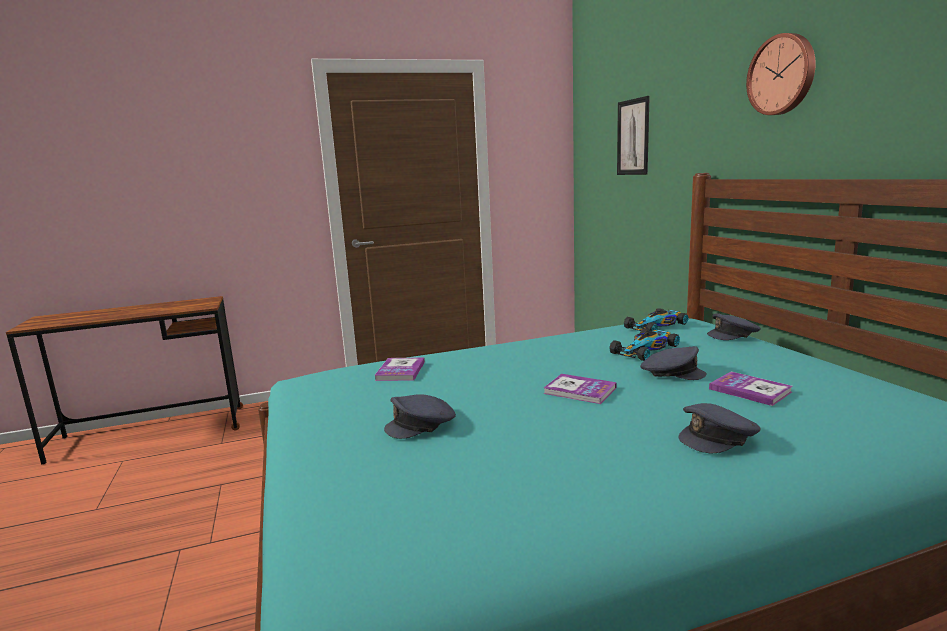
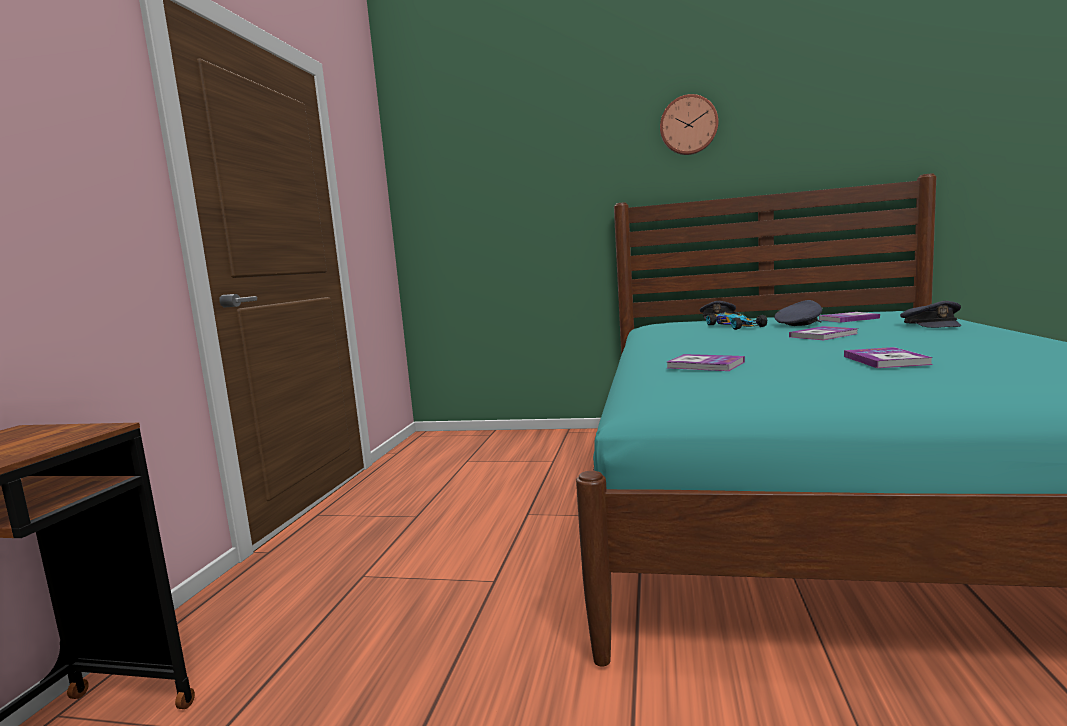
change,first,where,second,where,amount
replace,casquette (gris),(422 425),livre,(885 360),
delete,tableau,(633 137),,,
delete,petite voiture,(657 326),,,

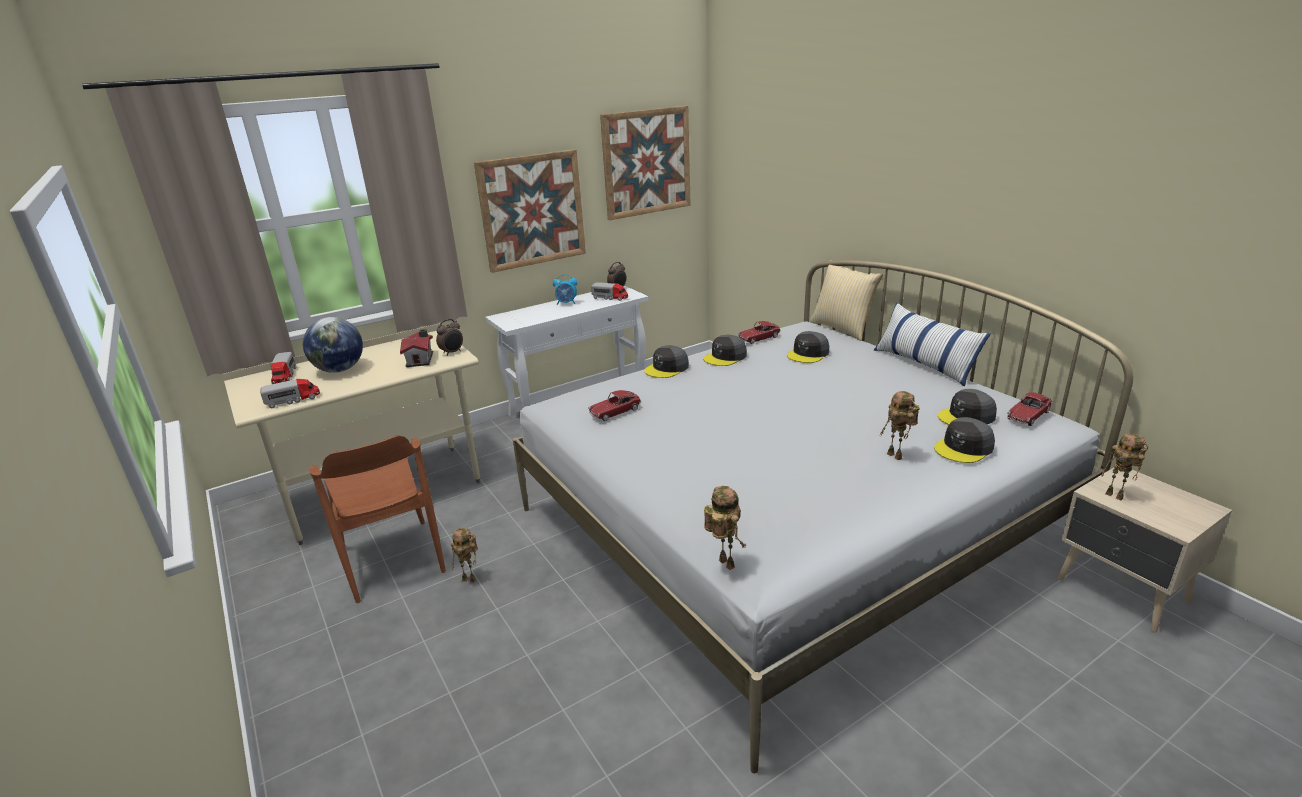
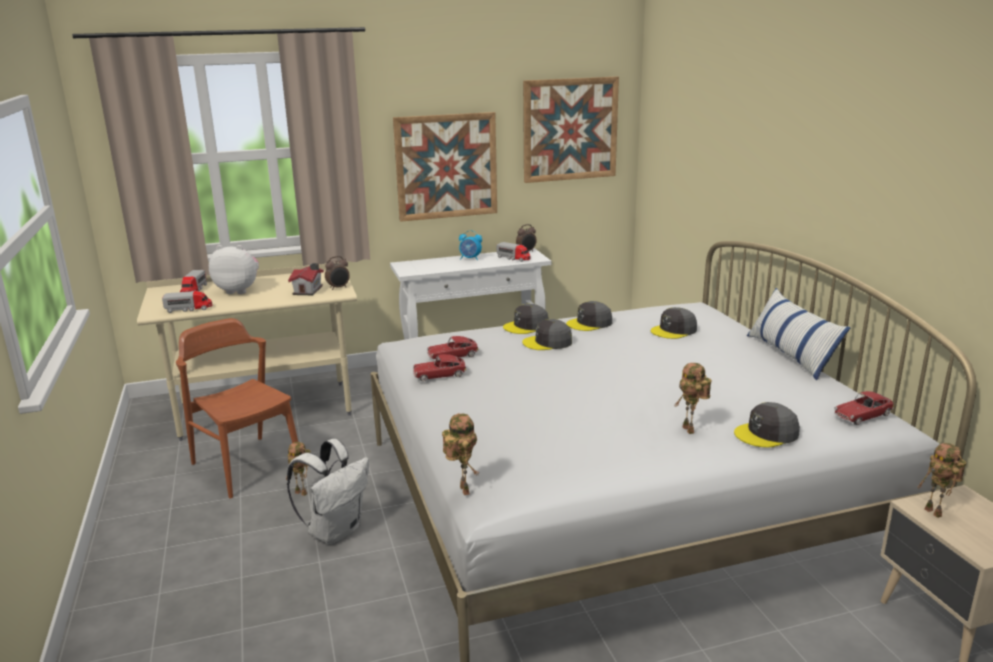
change,first,where,second,where,amount
rotate,chaise (marron),(392 560),,(246 465),150 degrees clockwise
replace,globe,(339 370),peluche,(238 290),
insert,,,sac à dos (blanc),(335 530),
move,petite voiture,(759 338),,(439 375),
move,casquette (gris),(967 417),,(548 342),
delete,coussin,(843 328),,,

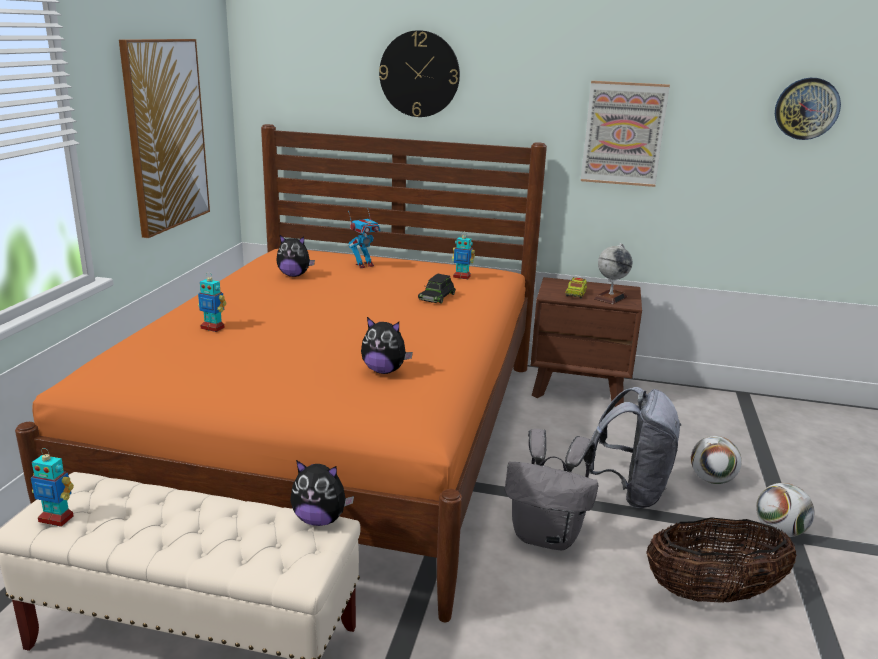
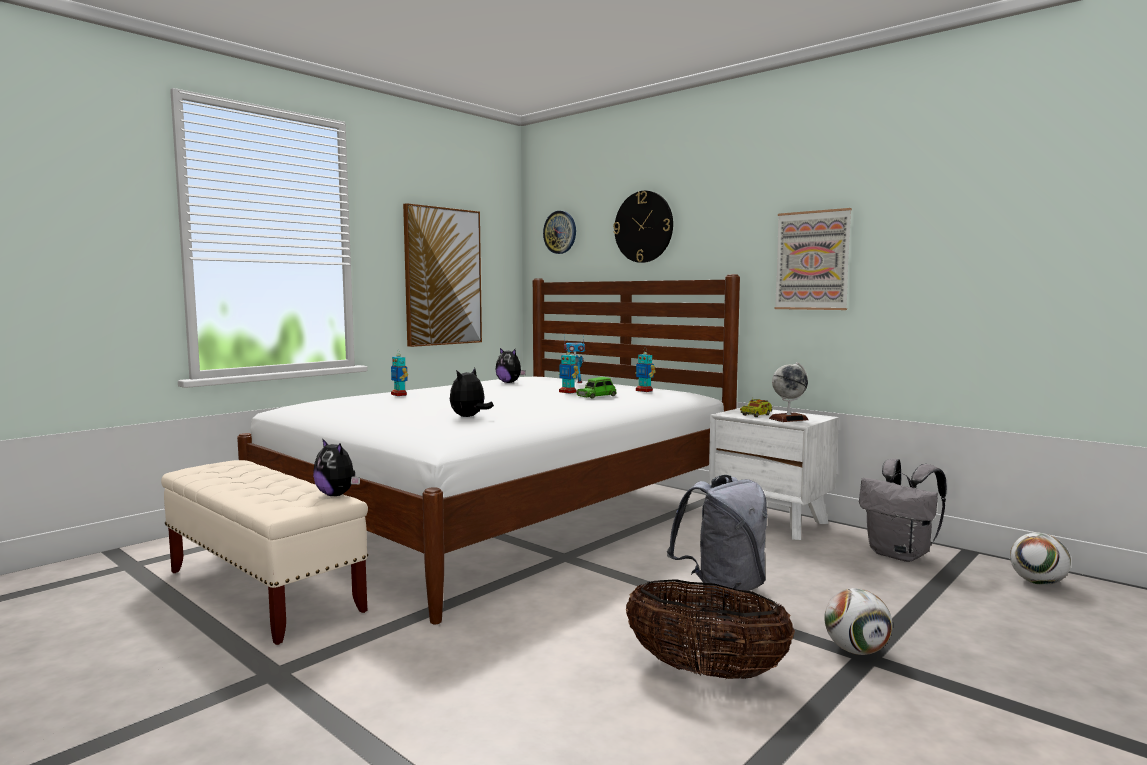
change,first,where,second,where,amount
recolor,lit (orange),(336 437),lit (blanc),(504 516),
rotate,peluche,(384 371),,(469 417),75 degrees clockwise
move,horloge murale,(806 108),,(560 232),
move,robot jouet,(56 518),,(568 392),
recolor,petite voiture (noir),(437 296),petite voiture (vert),(596 396),
recolor,table de chevet (marron),(579 388),table de chevet (blanc),(771 521),
move,sac à dos (gris),(547 536),,(900 555),
move,ballon de foot,(711 480),,(1037 583),

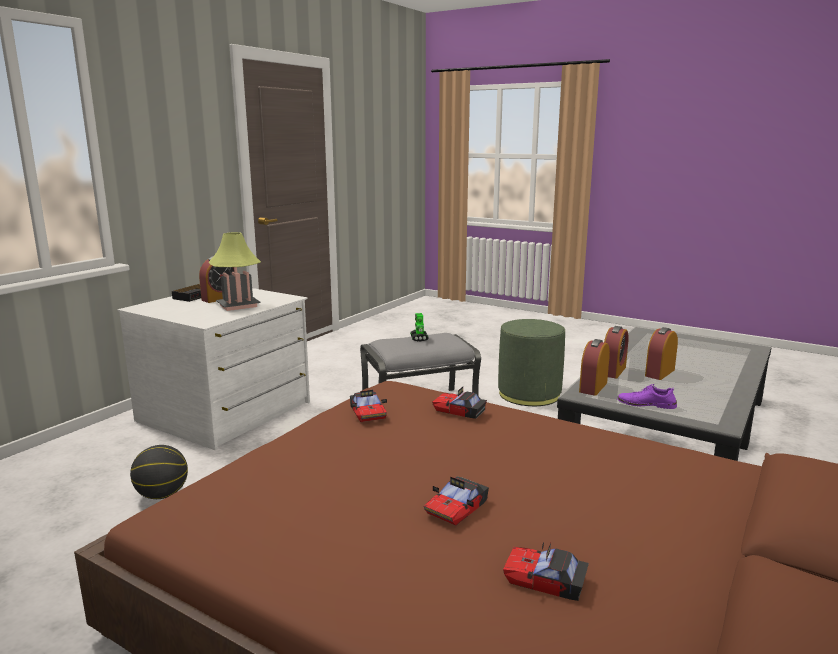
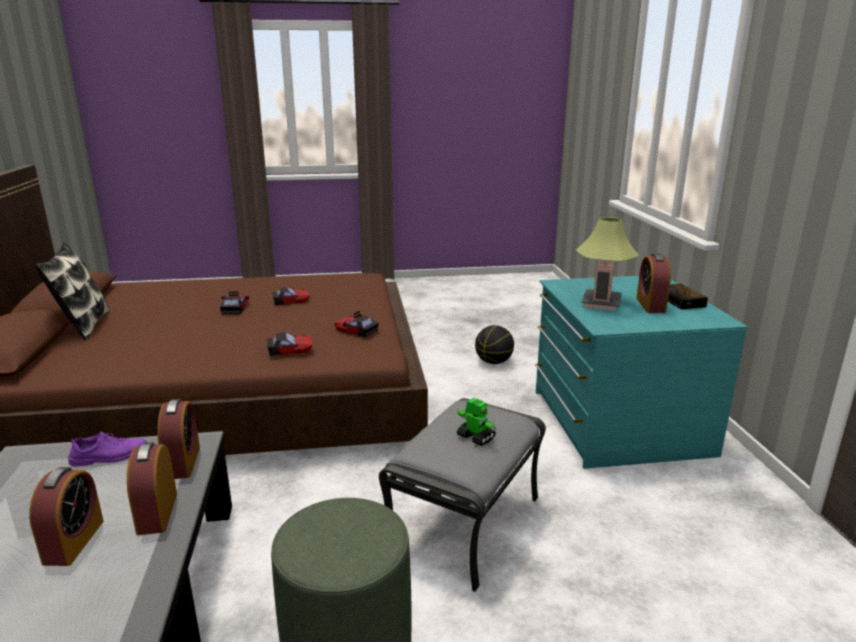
change,first,where,second,where,amount
insert,,,coussin,(83 326),
move,petite voiture,(545 579),,(291 300),
recolor,commode (blanc),(226 412),commode (turquoise),(616 422),

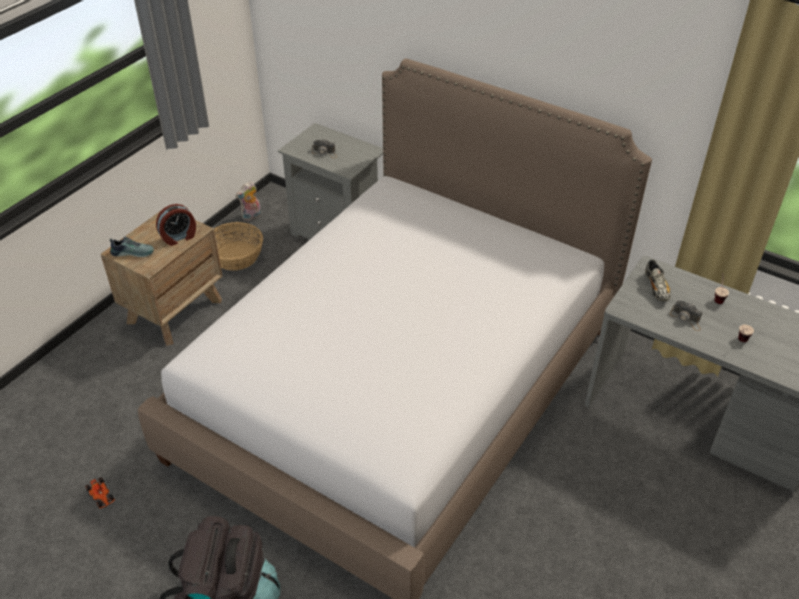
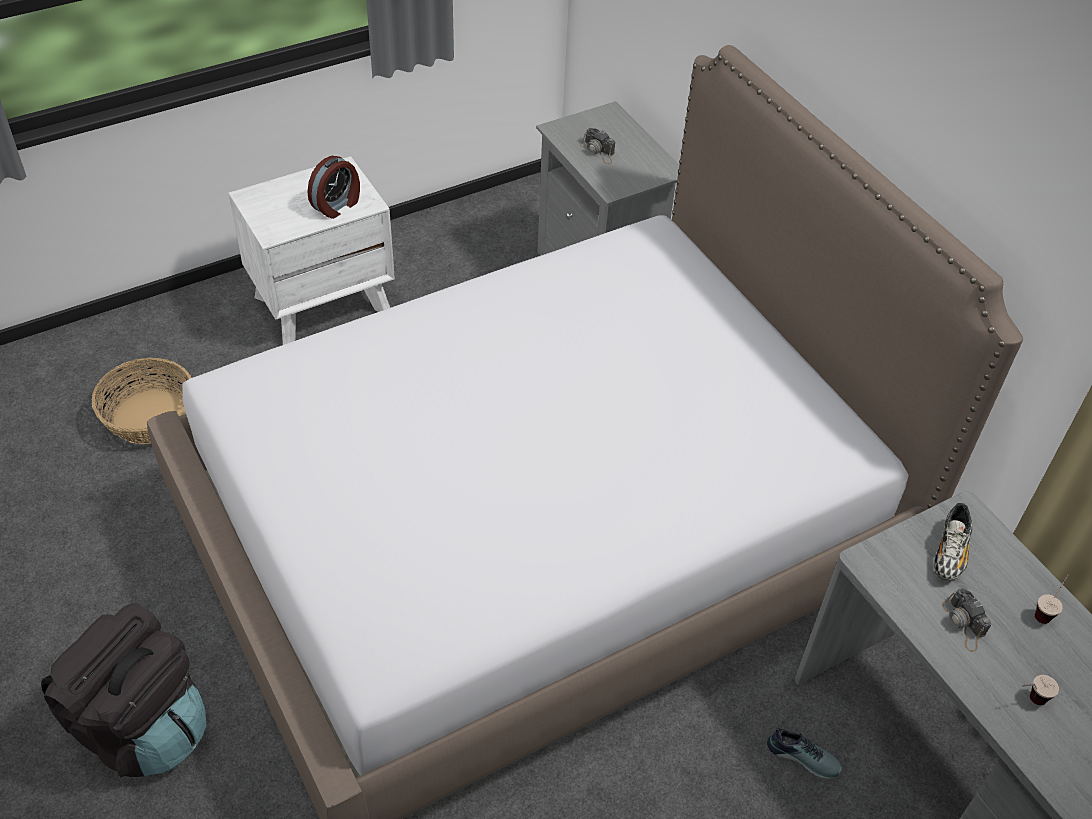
change,first,where,second,where,amount
move,panier,(236 256),,(151 416),
recolor,table de chevet (marron),(175 310),table de chevet (blanc),(323 303),
rotate,réveil,(179 237),,(337 205),45 degrees counterclockwise
move,chaussure,(133 252),,(804 756),
delete,petite voiture,(101 495),,,
delete,peluche,(251 217),,,

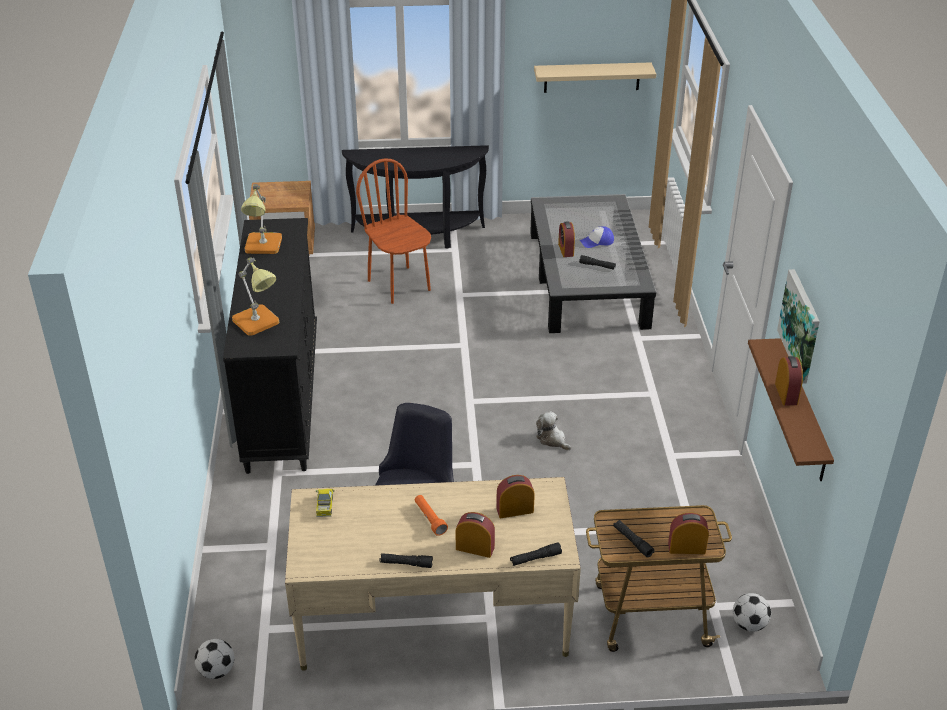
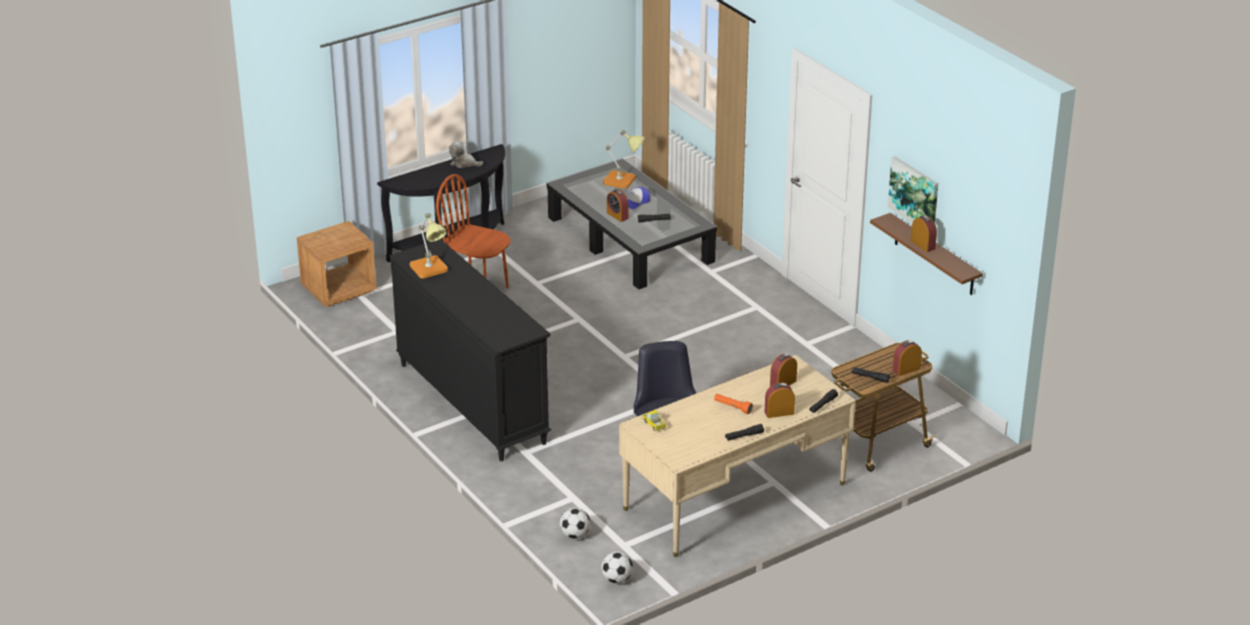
change,first,where,second,where,amount
move,peluche,(552 439),,(464 163),
move,ballon de foot,(749 624),,(575 535),
move,lampe de table,(259 324),,(623 181),
delete,étagère (beige),(592 77),,,

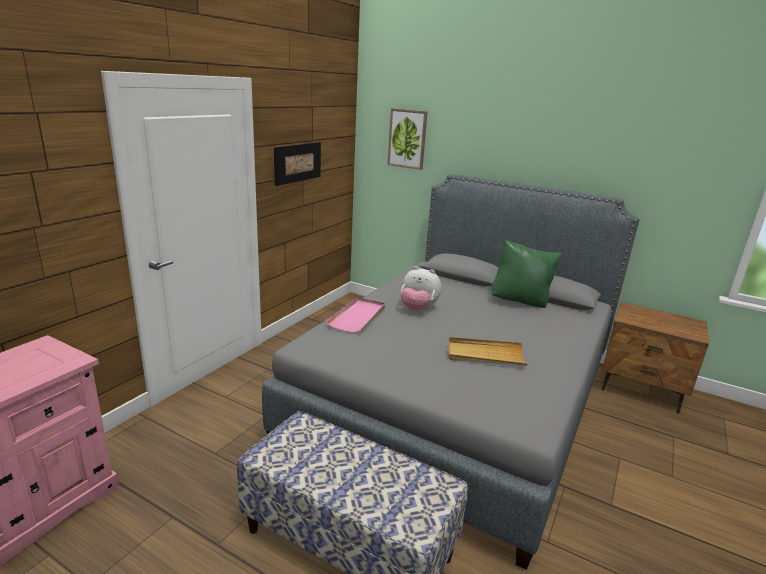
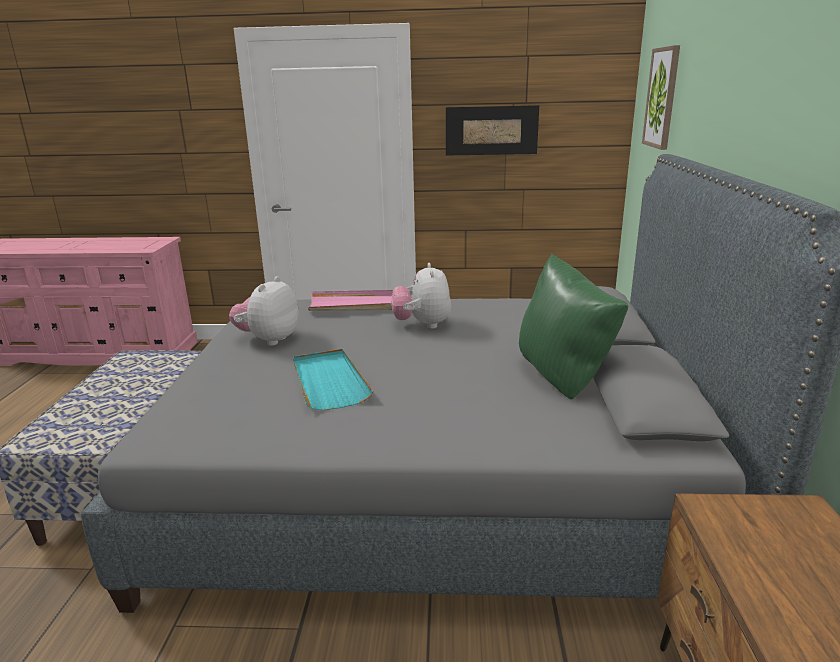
change,first,where,second,where,amount
insert,,,peluche,(268 340),
recolor,plateau (beige),(485 355),plateau (turquoise),(328 382),

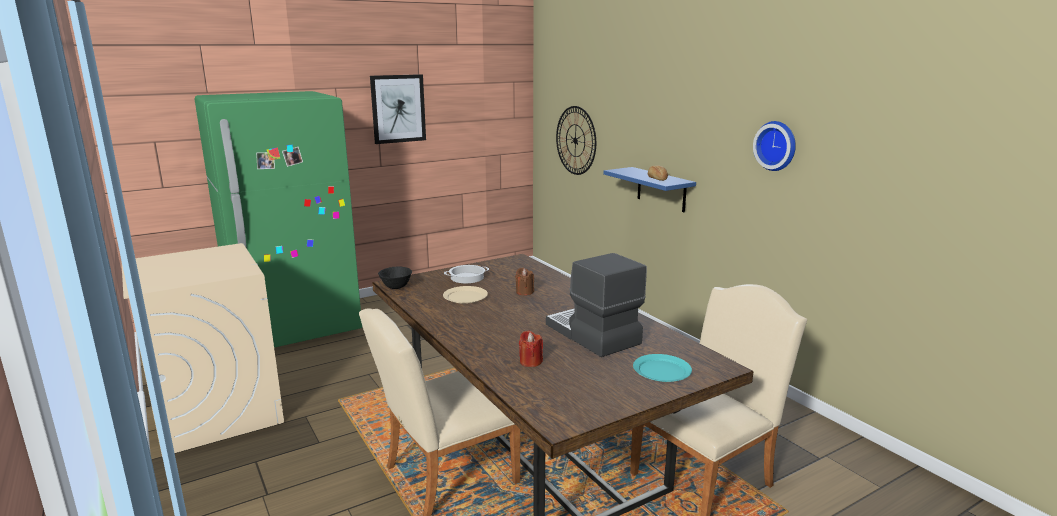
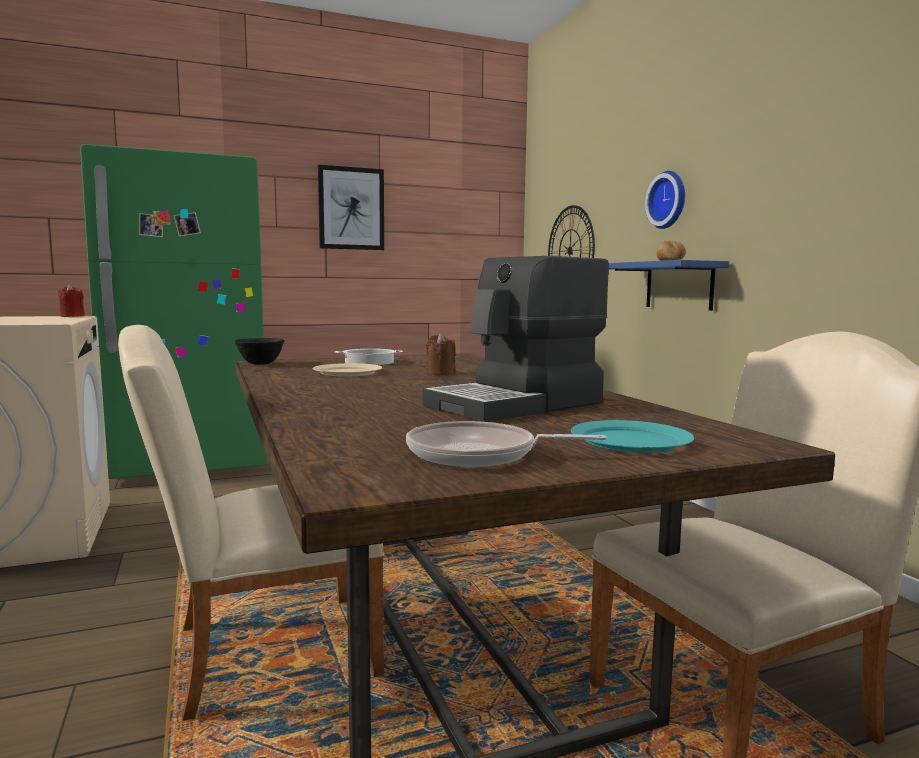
change,first,where,second,where,amount
move,bougie (rouge),(530 362),,(72 316),
insert,,,poêle,(479 454),
rotate,machine à café,(592 335),,(518 404),105 degrees counterclockwise
move,horloge murale,(777 145),,(669 200),

